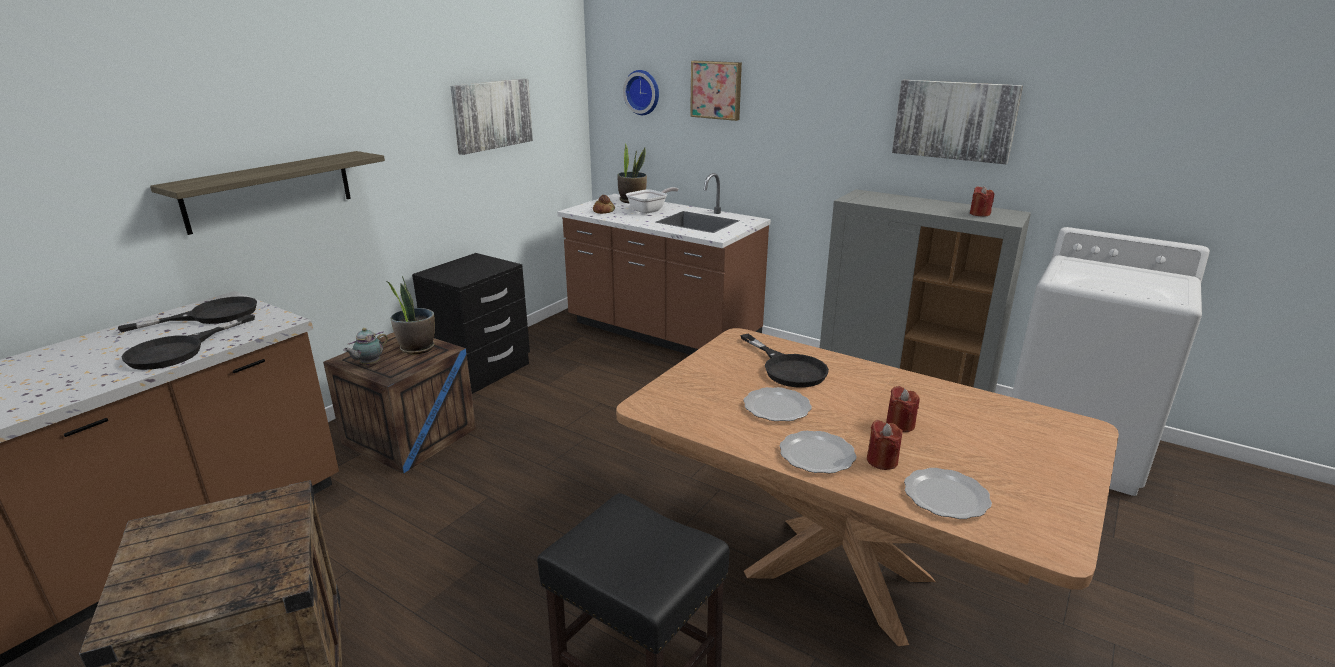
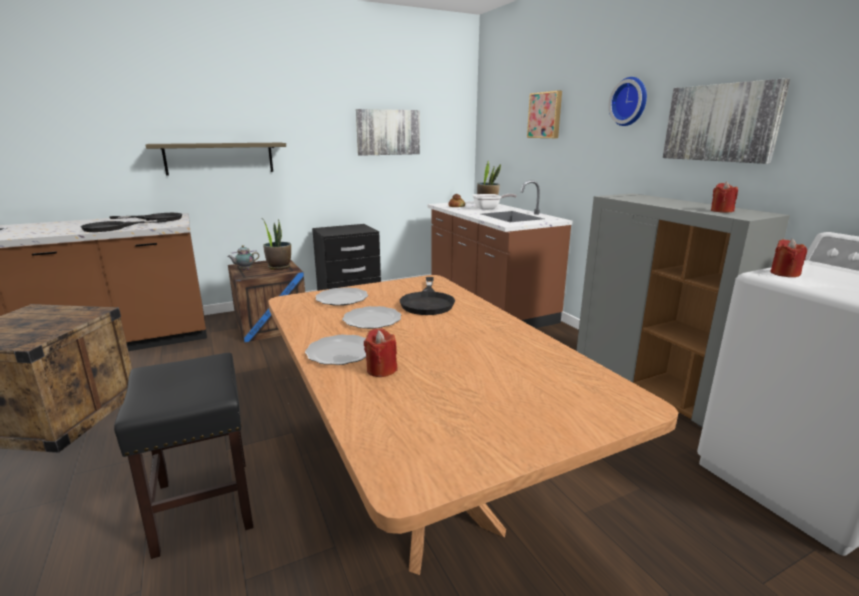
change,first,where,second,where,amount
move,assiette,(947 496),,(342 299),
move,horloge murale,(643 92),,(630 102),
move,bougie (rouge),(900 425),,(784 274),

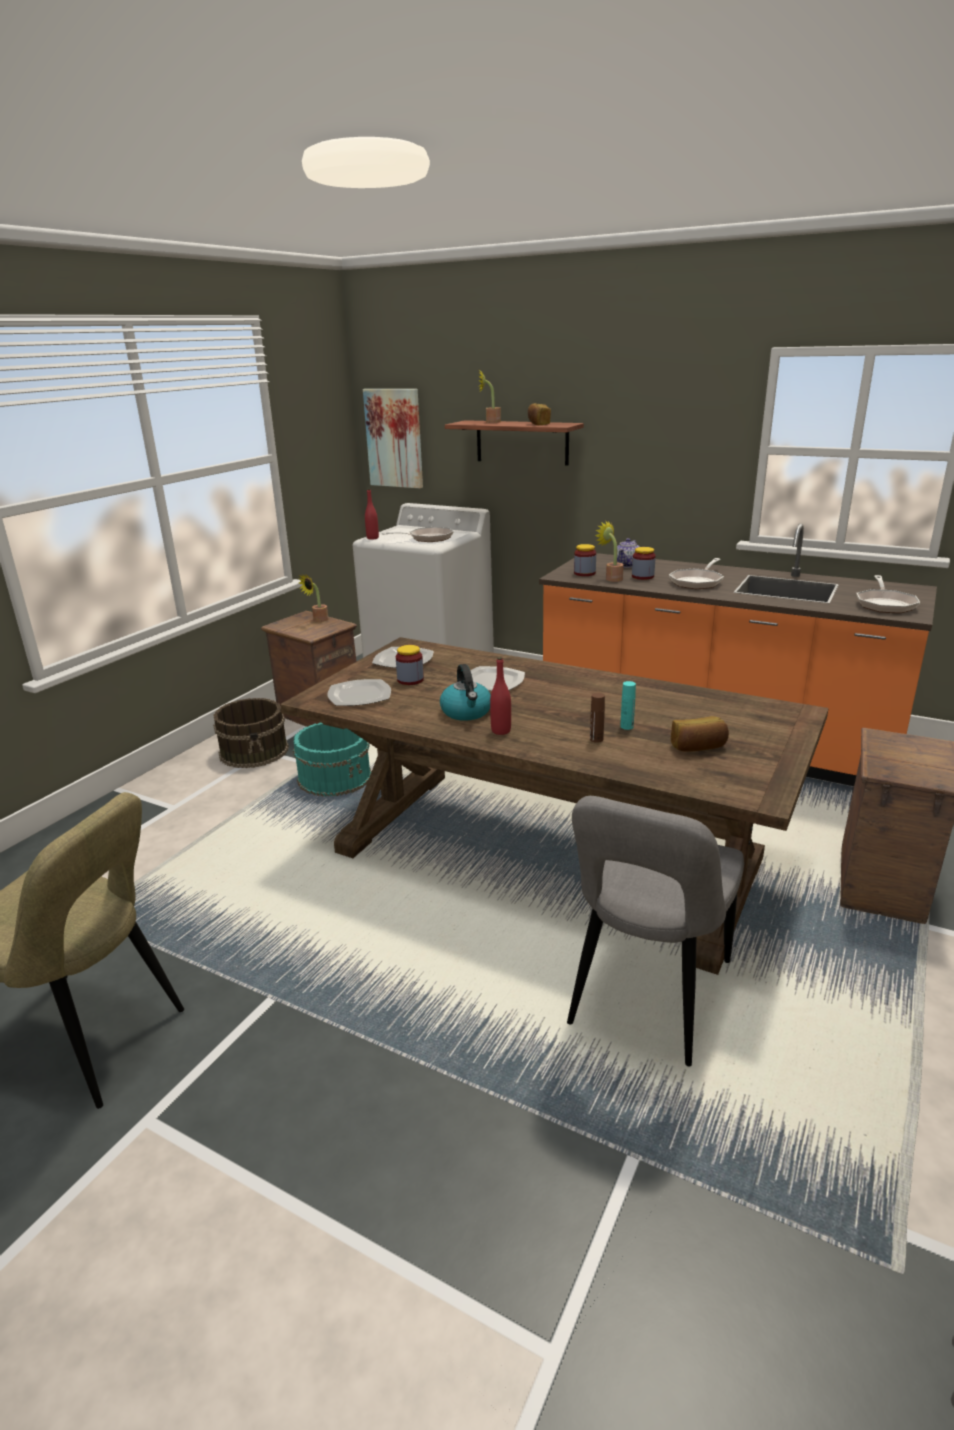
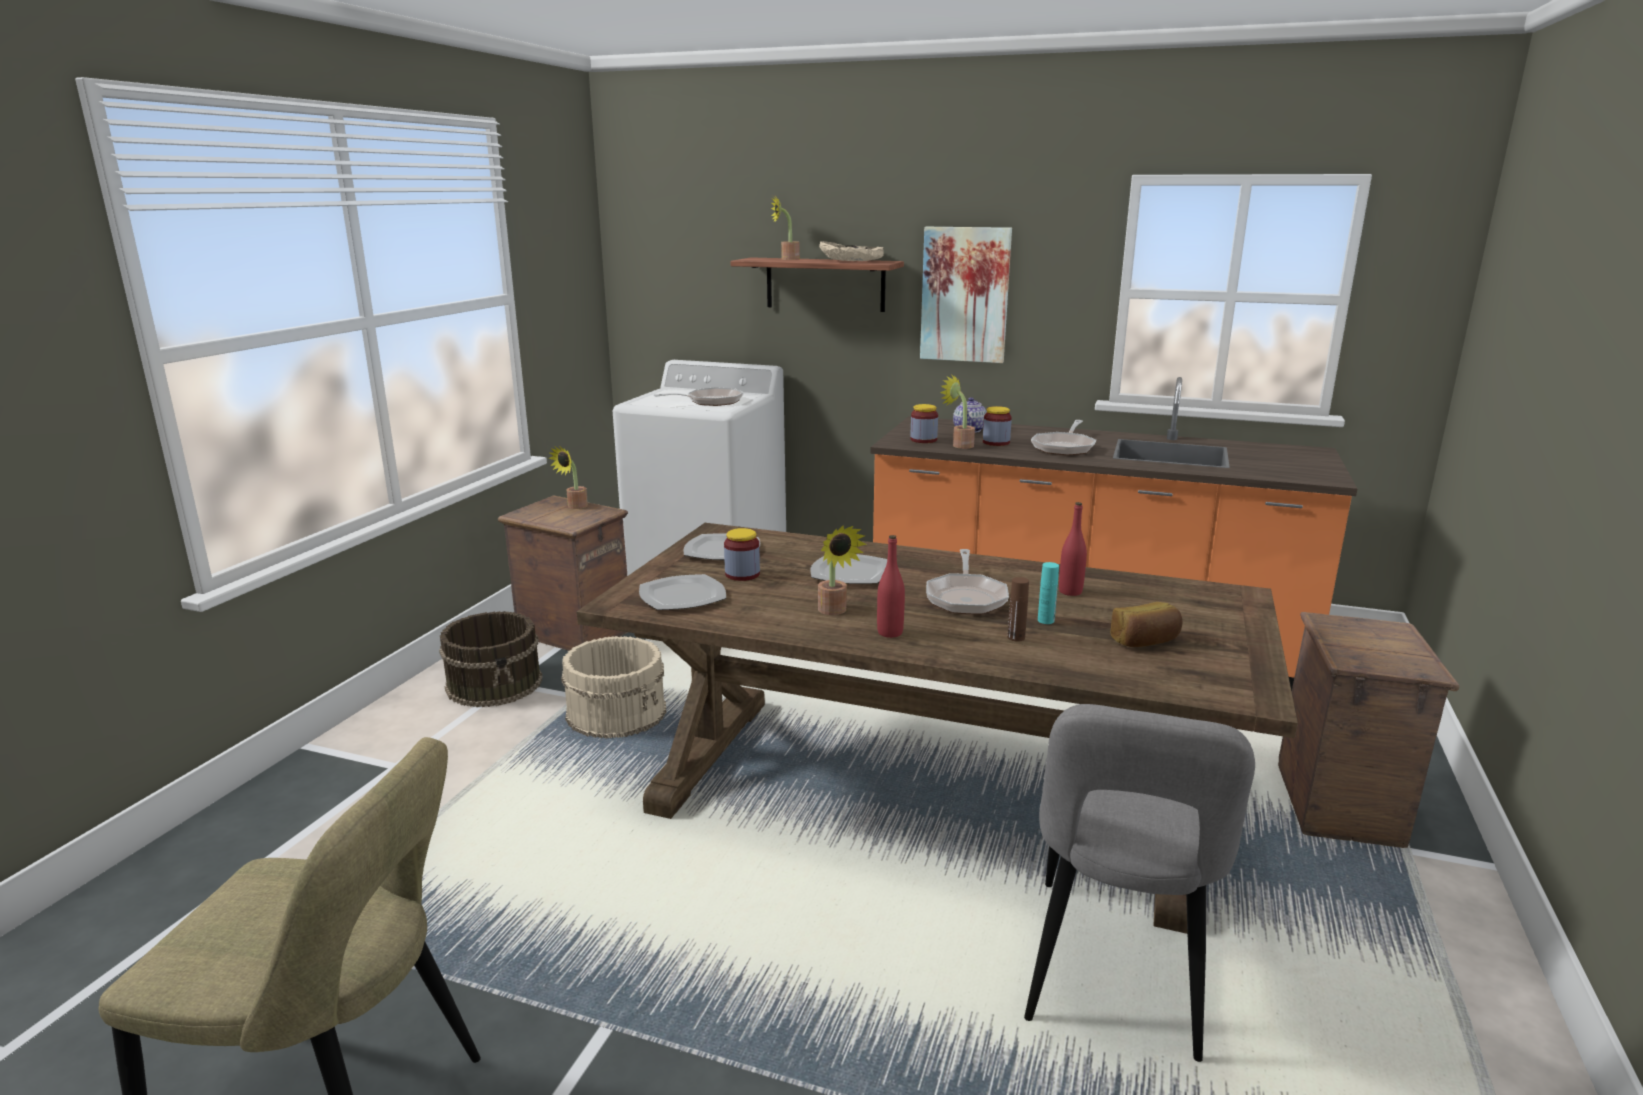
change,first,where,second,where,amount
recolor,seau (turquoise),(335 778),seau (beige),(617 713),
replace,bouilloire,(466 712),plante en pot,(834 611),
replace,pain,(538 424),bol (beige),(849 261),
move,tableau,(394 438),,(965 294),
move,poêle,(885 604),,(966 597),
move,bouteille (rouge),(372 538),,(1070 592),

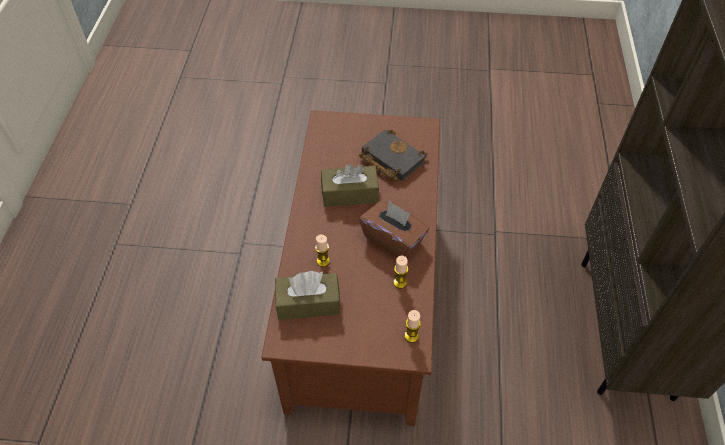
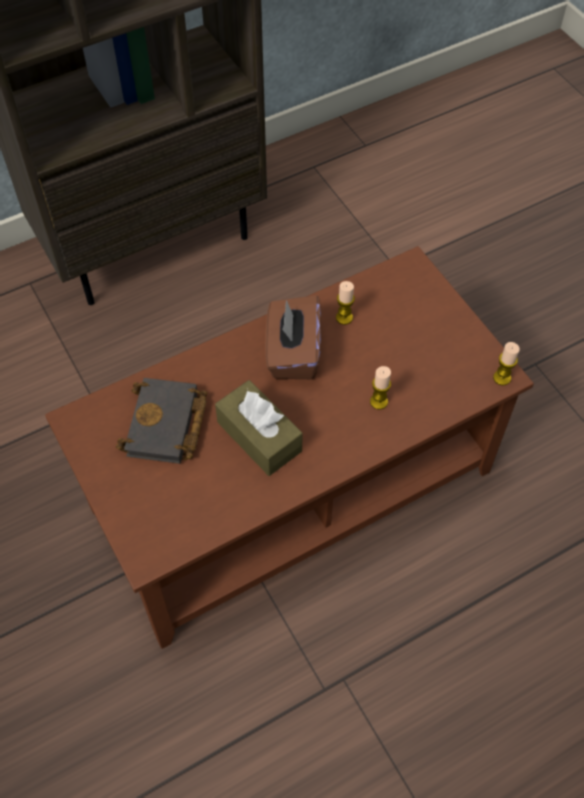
change,first,where,second,where,amount
move,bougie,(411 336),,(502 378),
delete,boîte à mouchoirs (marron),(308 303),,,

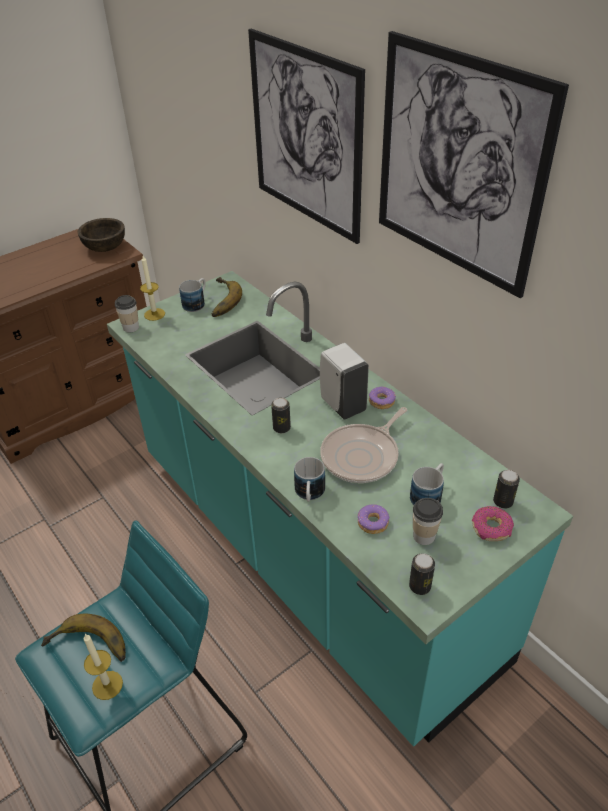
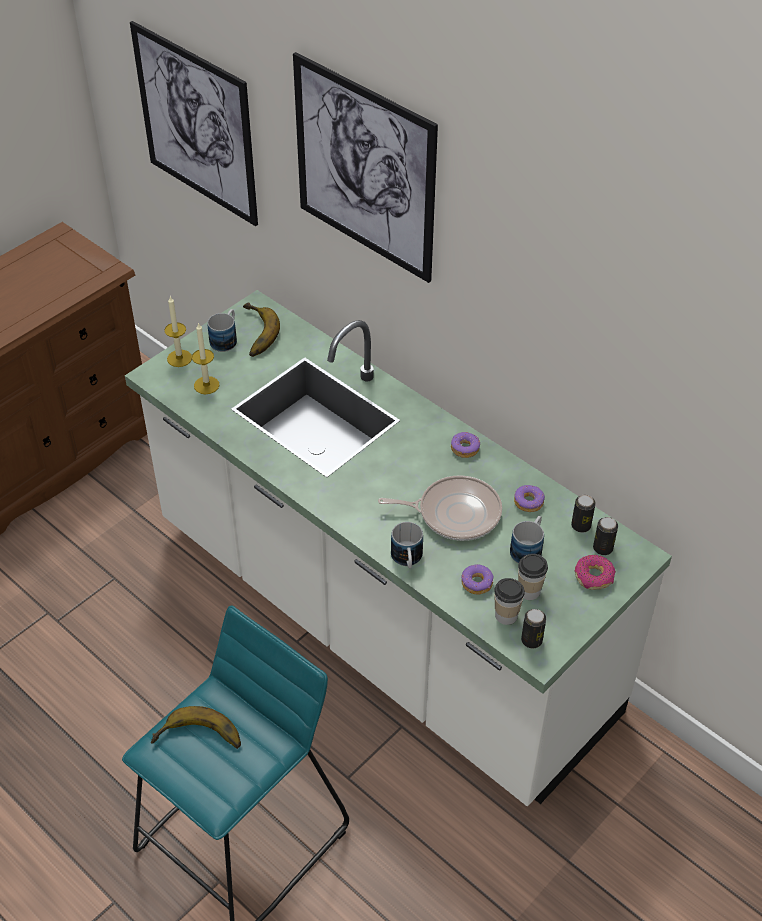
change,first,where,second,where,amount
recolor,comptoir de cuisine (turquoise),(308 554),comptoir de cuisine (blanc),(380 621),
move,tableau,(458 165),,(196 124),
move,bougie,(107 685),,(206 385),
rotate,poêle,(362 456),,(454 513),120 degrees counterclockwise
move,tasse,(131 327),,(506 615),
insert,,,beignet,(528 502),
move,boîte métallique,(281 428),,(581 526),
delete,bol (marron),(105 247),,,
delete,distributeur de savon (blanc),(342 404),,,

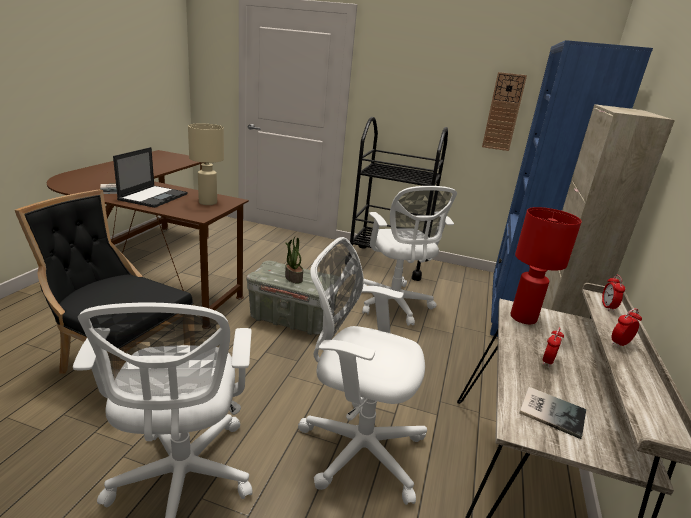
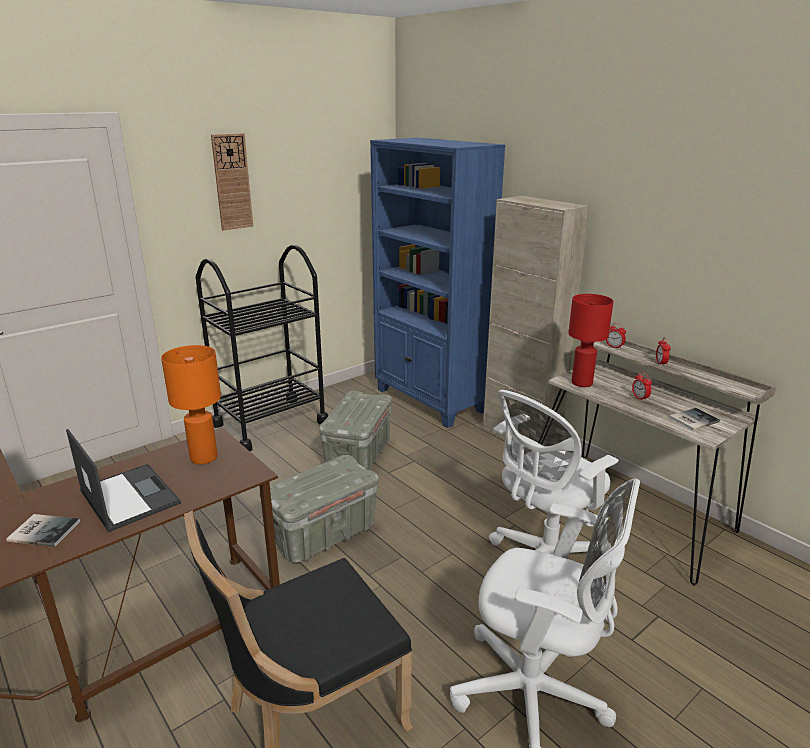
change,first,where,second,where,amount
recolor,lampe de table (beige),(207 202),lampe de table (orange),(203 458),
move,horloge murale,(503 112),,(232 182),
replace,chaise de bureau (blanc),(395 305),boîte de rangement (gris),(358 456),
delete,plante en pot,(293 278),,,

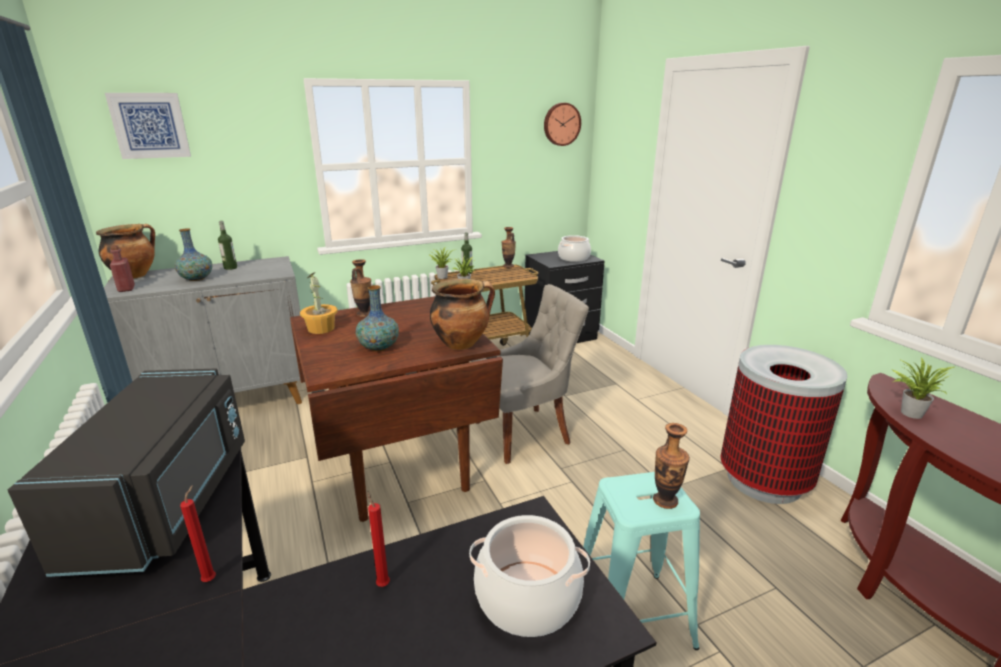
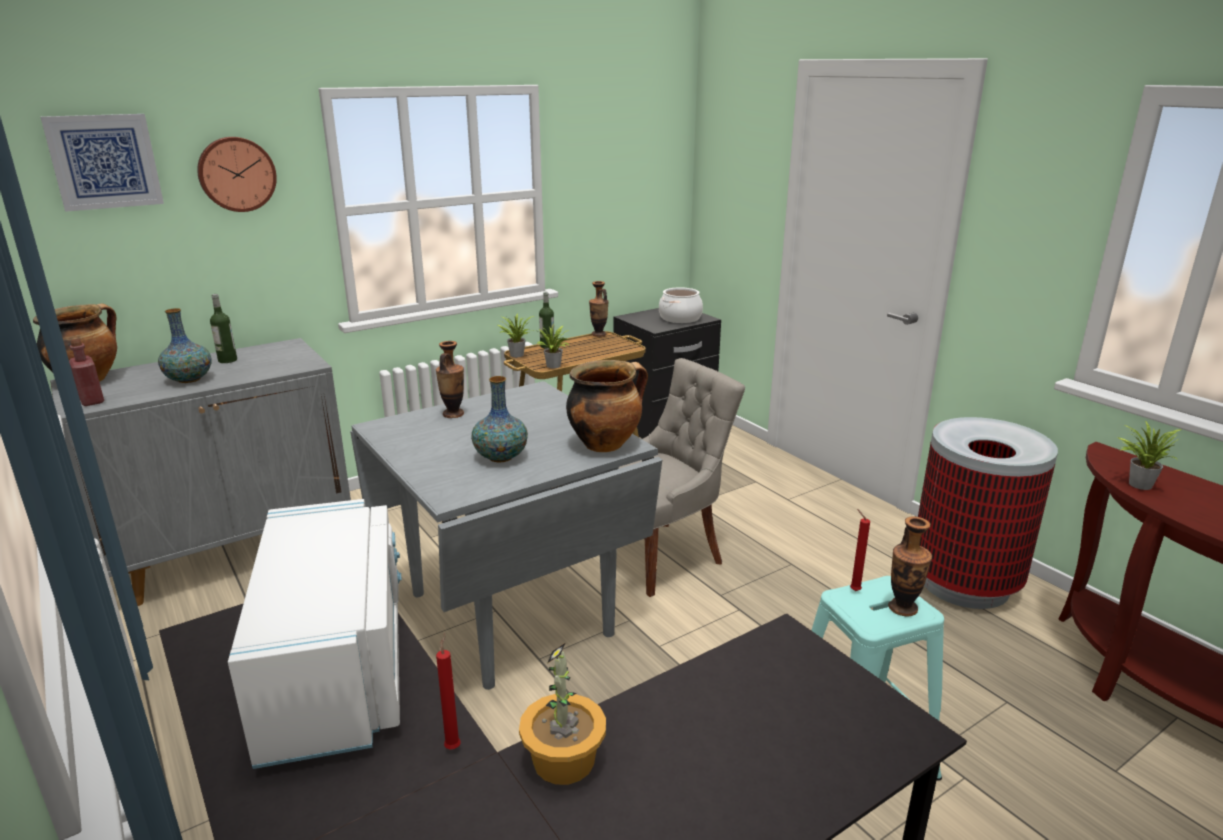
change,first,where,second,where,amount
move,horloge murale,(561 124),,(236 174),
recolor,micro-ondes (noir),(168 501),micro-ondes (blanc),(339 670),
recolor,table à manger (marron),(401 464),table à manger (gris),(511 612),
move,plante en pot,(321 329),,(565 760),
move,bougie (rouge),(382 583),,(853 590),
delete,marmite,(528 597),,,

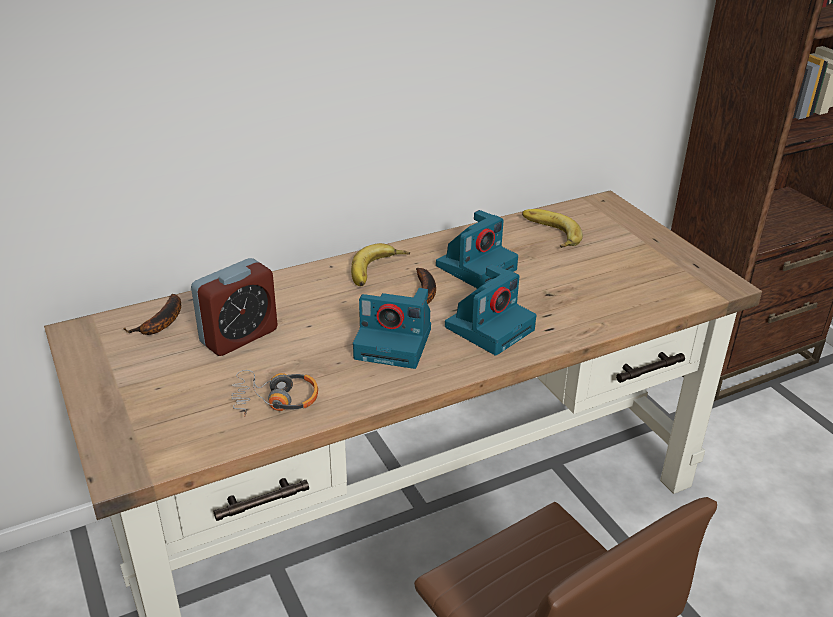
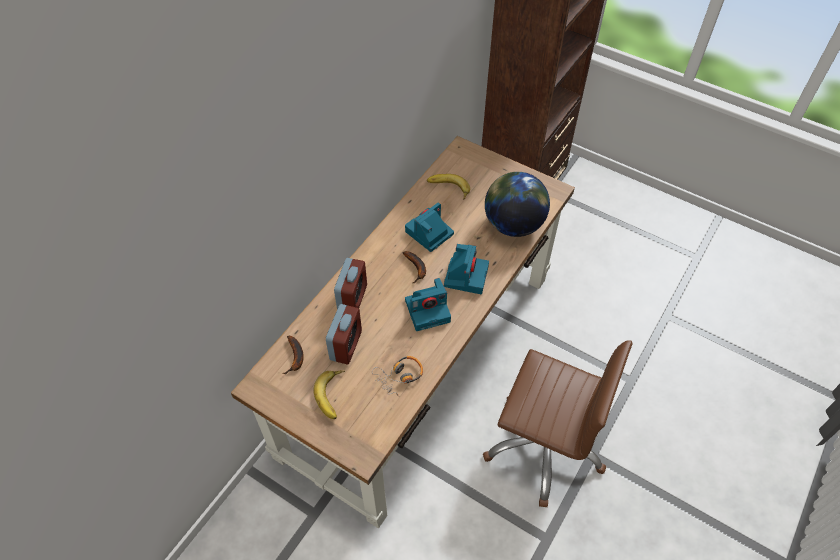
change,first,where,second,where,amount
move,banane,(379 271),,(334 395),
insert,,,réveil,(352 298),
rotate,appareil photo,(476 266),,(429 233),150 degrees counterclockwise
insert,,,globe,(513 224),

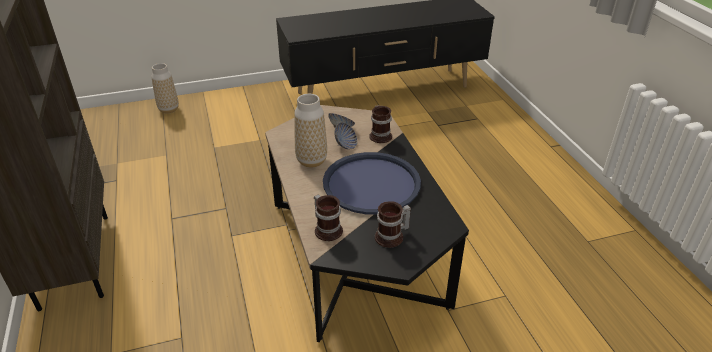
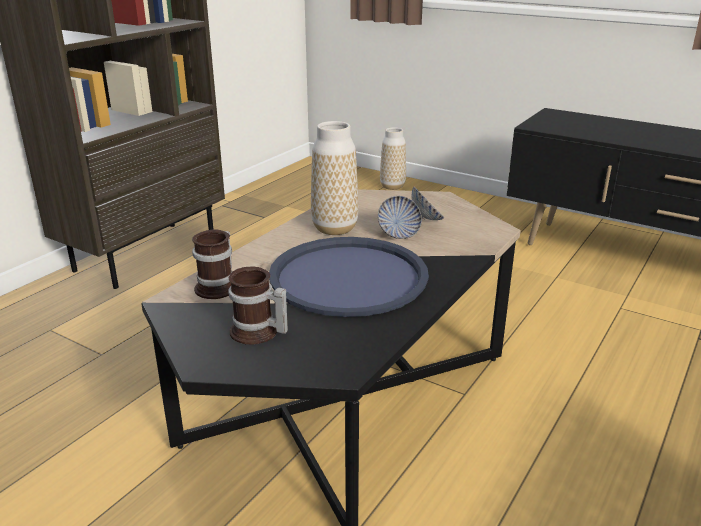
change,first,where,second,where,amount
delete,mug,(381 135),,,

